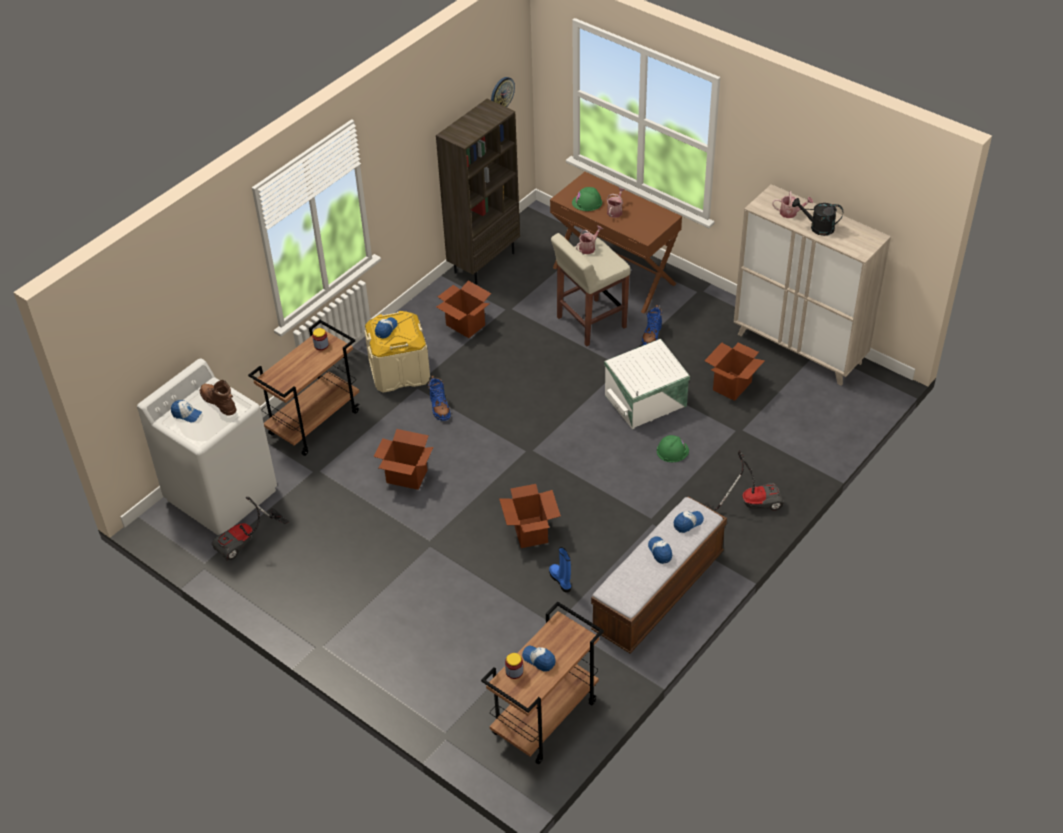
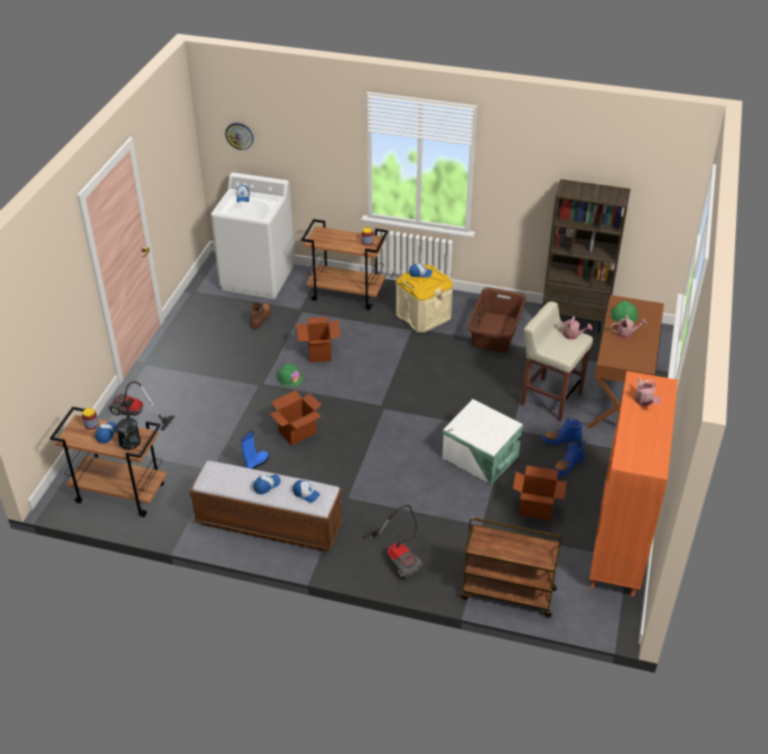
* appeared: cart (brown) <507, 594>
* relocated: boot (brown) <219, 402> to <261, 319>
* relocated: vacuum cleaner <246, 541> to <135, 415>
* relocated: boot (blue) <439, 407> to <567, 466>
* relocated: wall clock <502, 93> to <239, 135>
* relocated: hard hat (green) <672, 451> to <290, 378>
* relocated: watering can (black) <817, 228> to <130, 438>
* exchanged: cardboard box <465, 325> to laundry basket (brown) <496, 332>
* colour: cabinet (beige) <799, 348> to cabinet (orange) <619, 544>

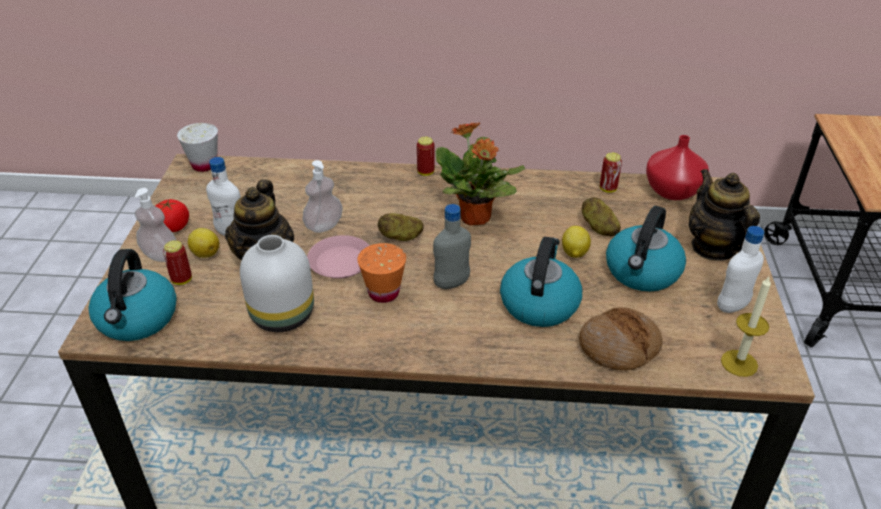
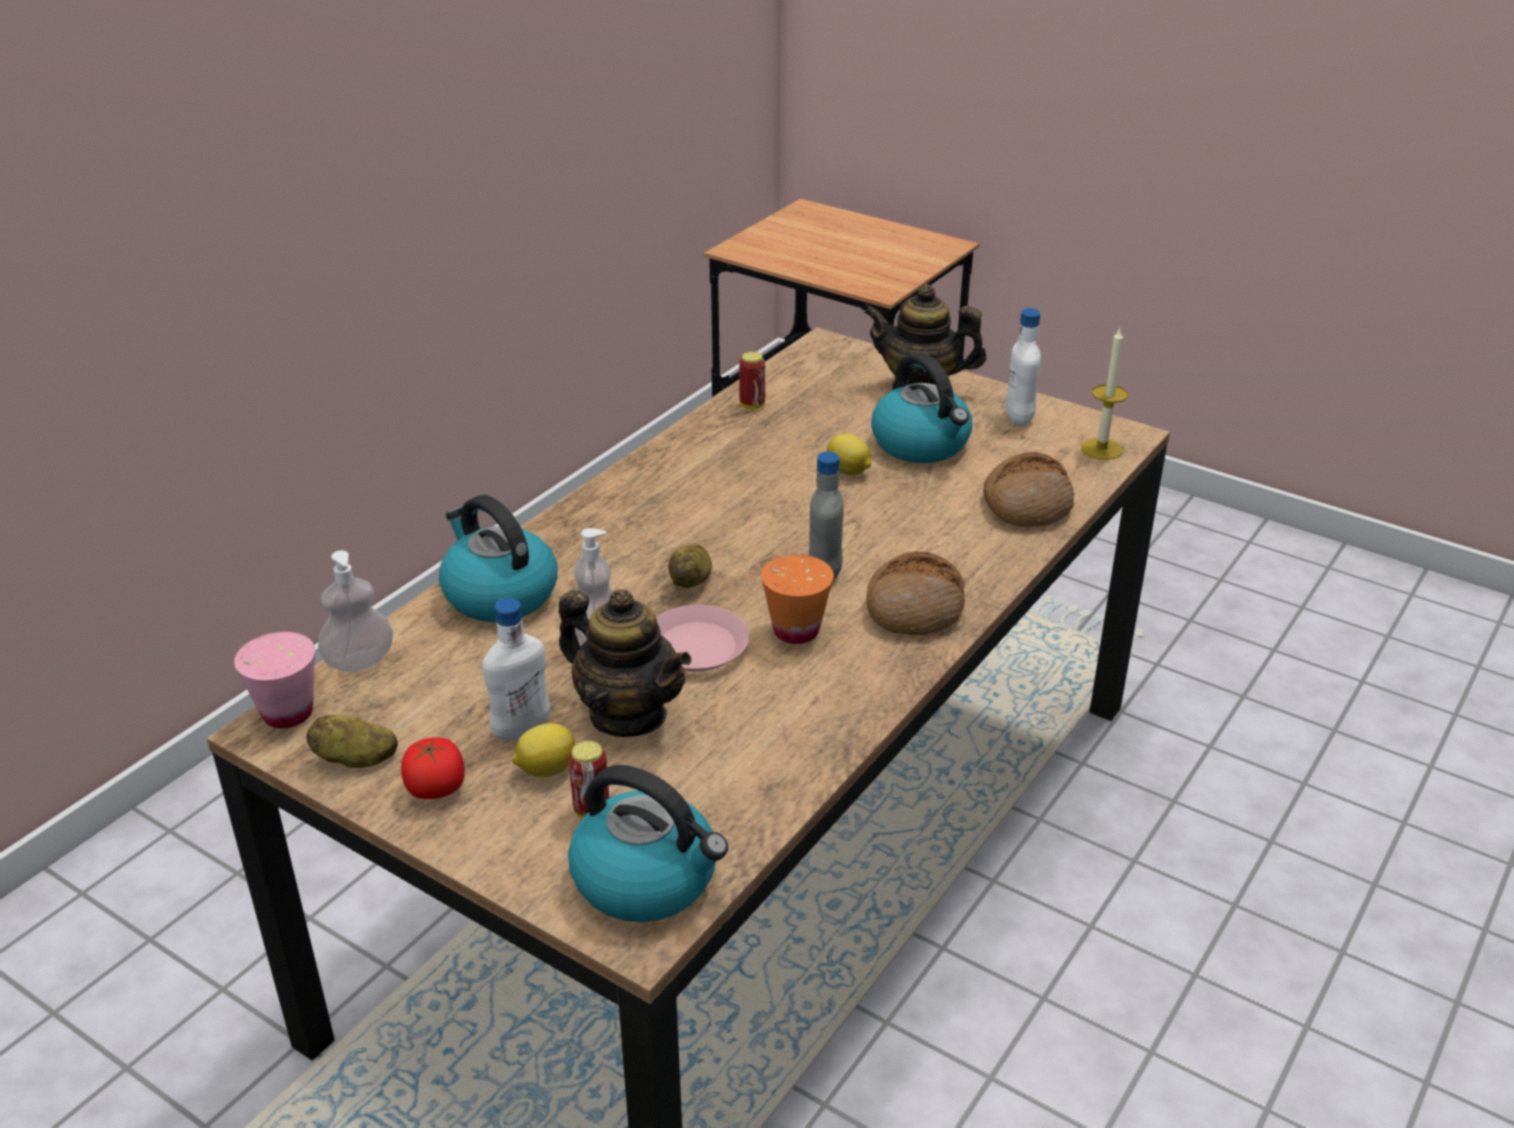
* missing: vase (white) <281, 316>
* missing: can <425, 172>
* missing: potted plant <475, 218>
* missing: vase (red) <671, 191>
* appeared: bread <914, 608>
* relocated: soap dispenser <160, 255> to <359, 661>
* relocated: kettle <539, 303> to <498, 594>
* relocated: potato <598, 227> to <355, 759>
* colour: cup (white) <204, 165> to cup (pink) <288, 713>

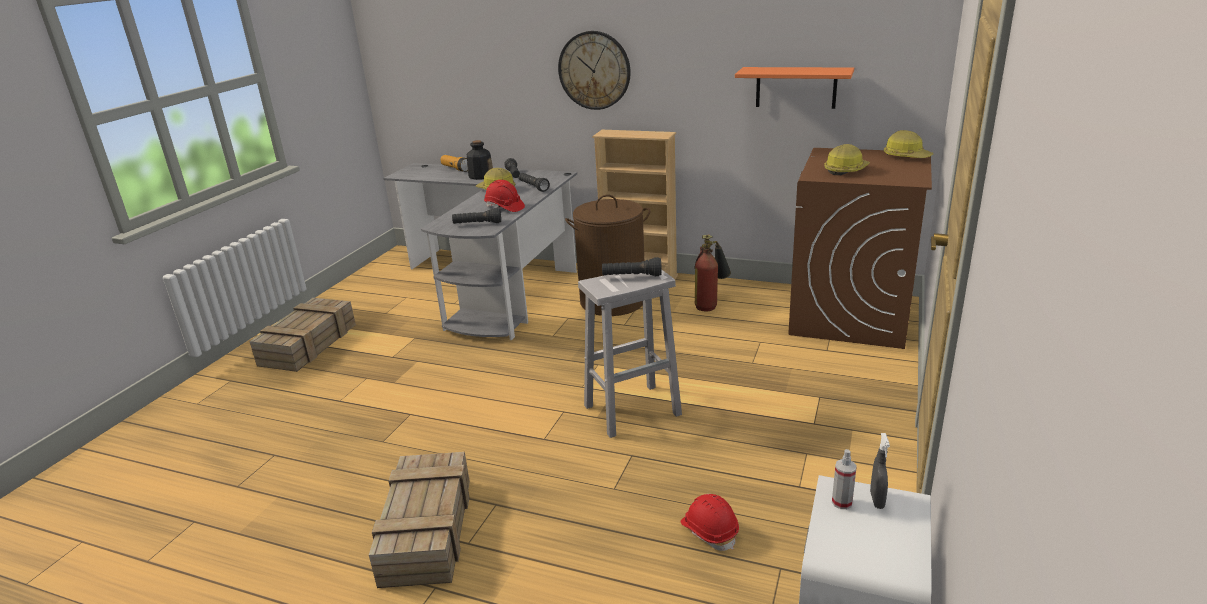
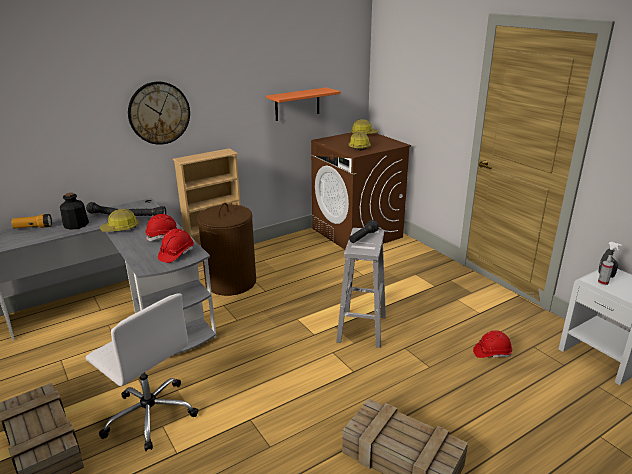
* missing: fire extinguisher <711, 304>
* appeared: office chair (white) <150, 414>
* exchanged: flashlight (black) <477, 224> to hard hat (red) <176, 254>

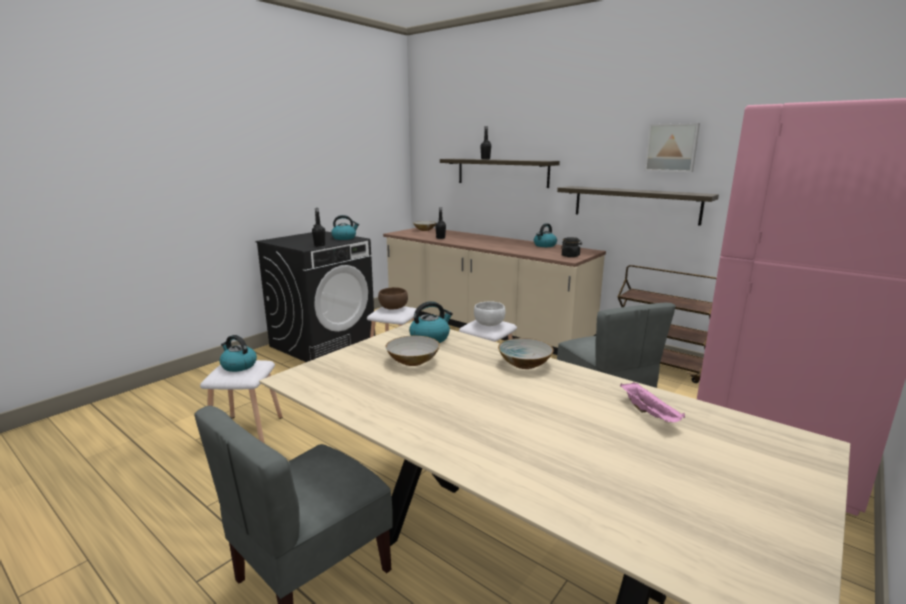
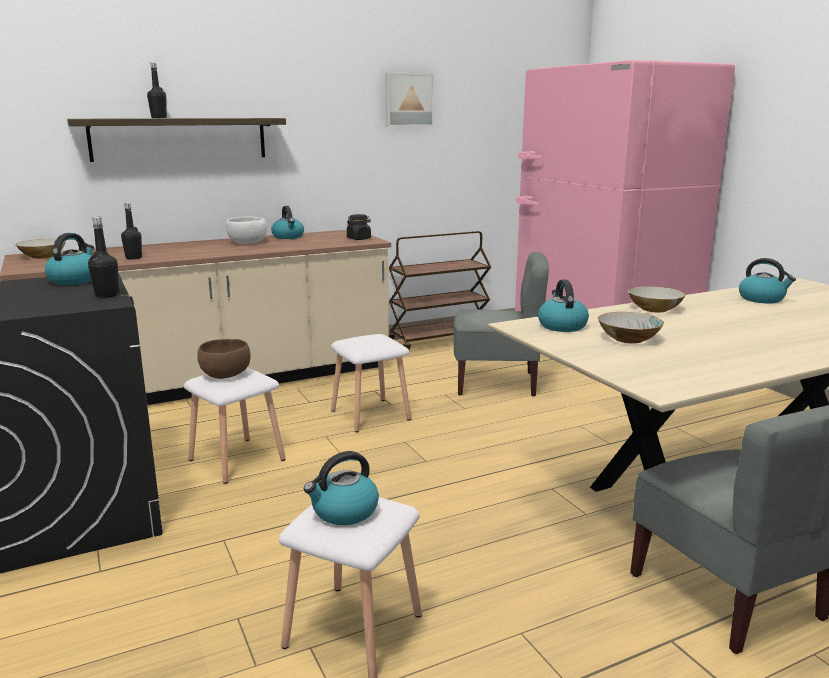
* missing: shelf <635, 204>
* relocated: bowl (white) <489, 324> to <248, 243>
* exchanged: tray (pink) <650, 414> to kettle <762, 299>

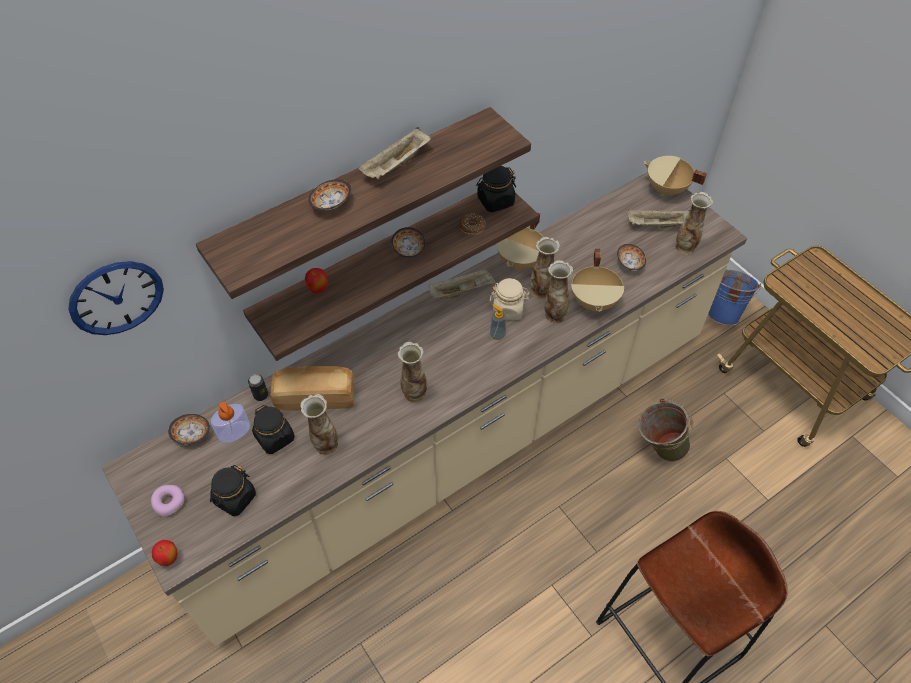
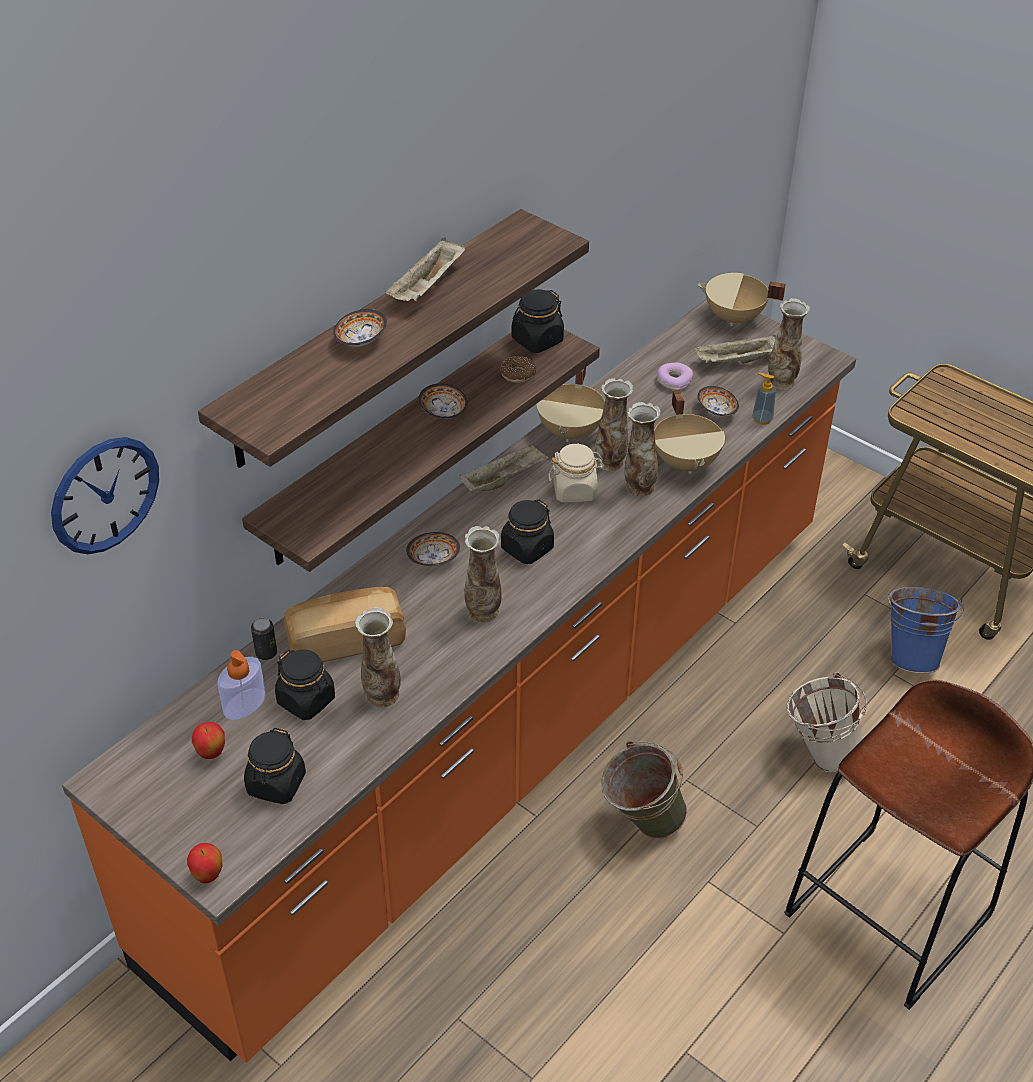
* appeared: jar (black) <527, 548>
* appeared: bucket (beige) <819, 752>
* relocated: donut <169, 502> to <674, 381>
* relocated: bowl <191, 434> to <433, 559>
* relocated: apple <318, 290> to <211, 753>
* relocated: soap dispenser <497, 334> to <762, 419>
* relocated: bucket (green) <658, 447> to <640, 822>
* relocated: bucket (blue) <724, 312> to <912, 654>
* colour: counter (beige) <456, 444> to counter (orange) <514, 730>

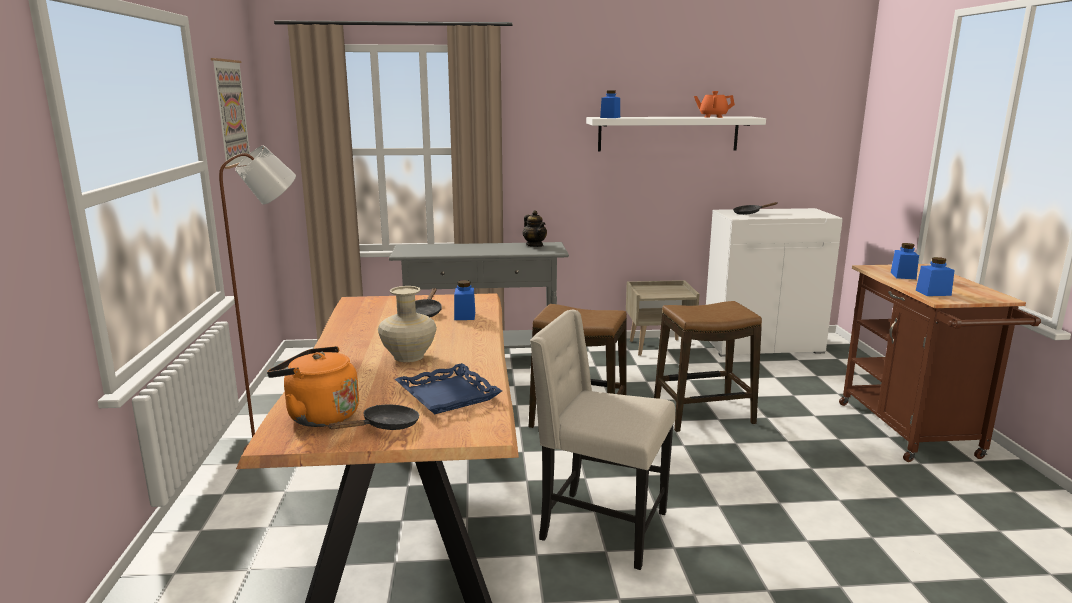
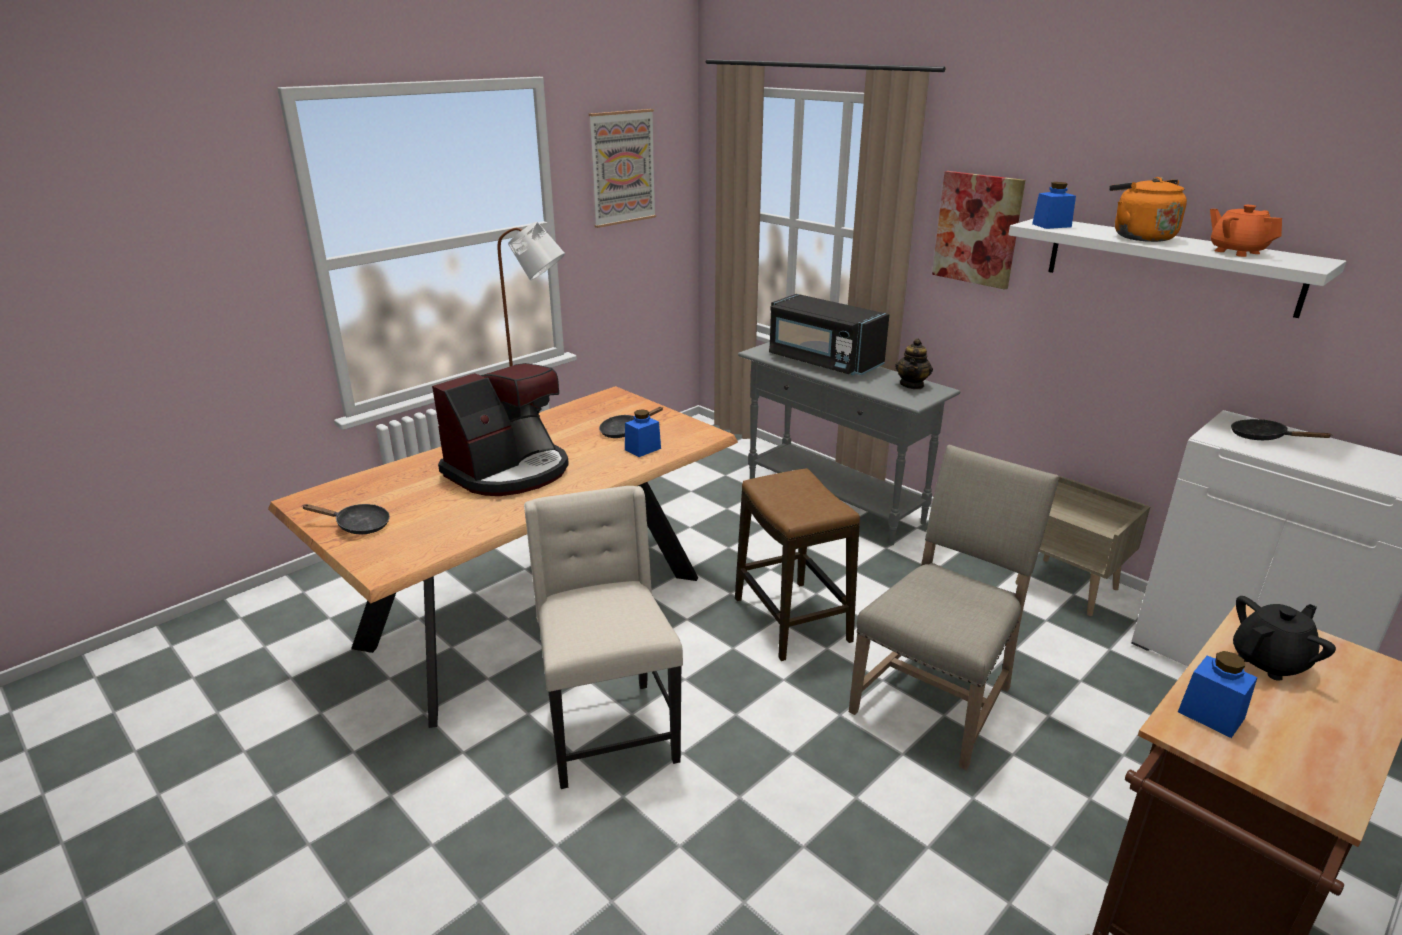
* missing: tray (blue) <447, 395>
* appeared: microwave (black) <823, 361>
* appeared: picture <977, 229>
* relocated: kettle (orange) <319, 416> to <1139, 237>
* exchanged: vase (beige) <408, 356> to coffee machine <509, 471>
* exchanged: stool <703, 414> to chair (beige) <937, 698>
* exchanged: jar (blue) <903, 276> to teapot (black) <1269, 662>

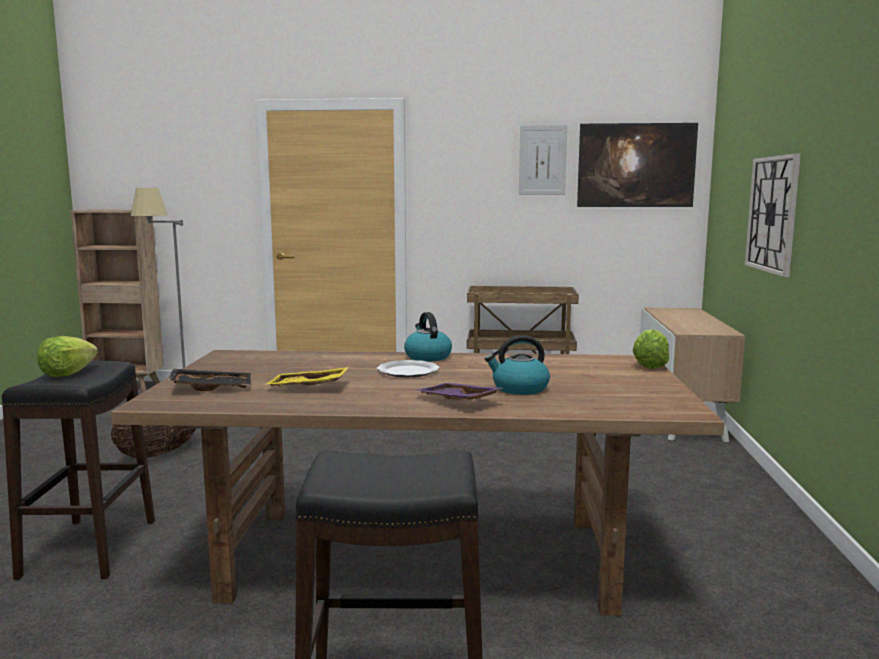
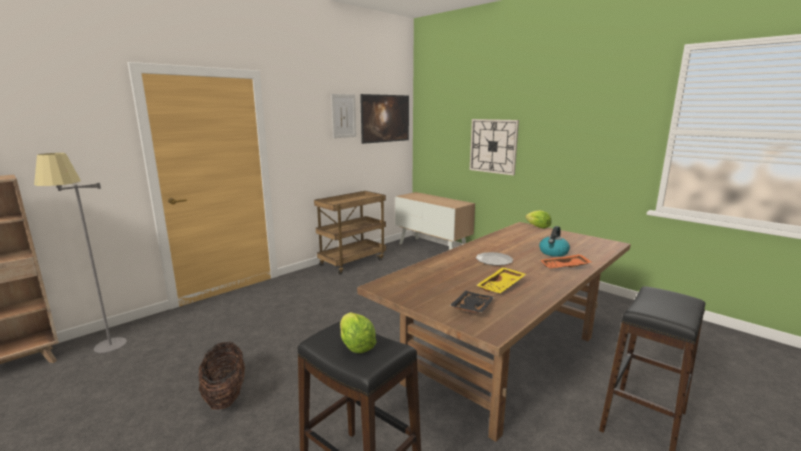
* missing: kettle <427, 357>
* colour: tray (purple) <456, 401> to tray (orange) <565, 267>

